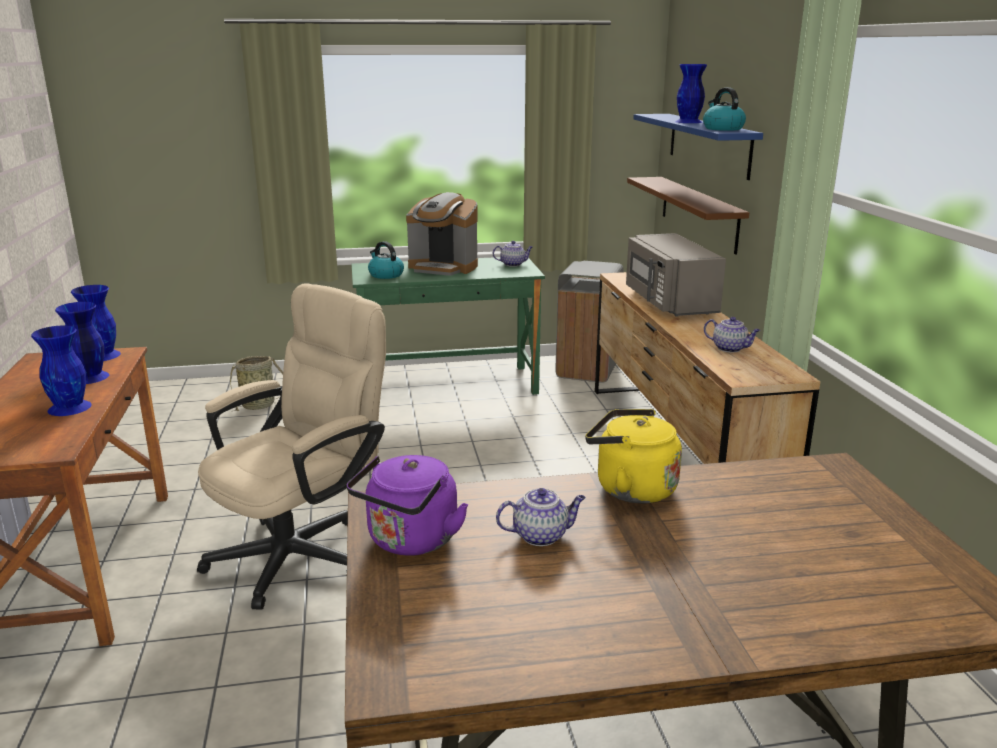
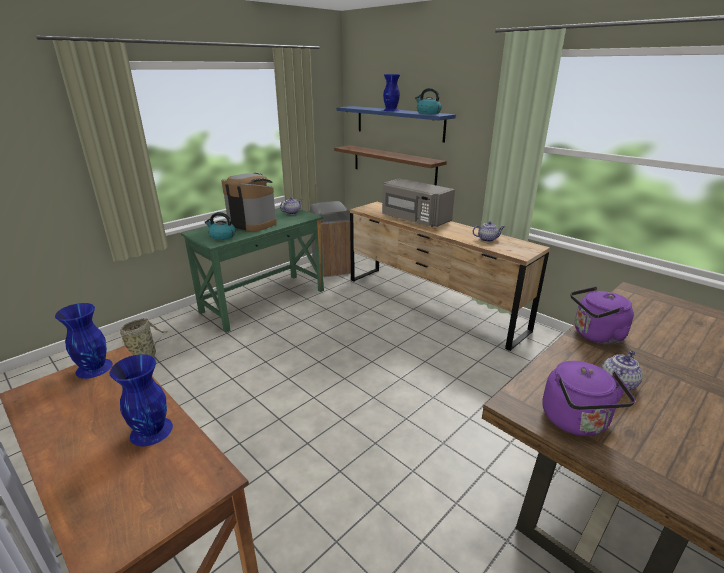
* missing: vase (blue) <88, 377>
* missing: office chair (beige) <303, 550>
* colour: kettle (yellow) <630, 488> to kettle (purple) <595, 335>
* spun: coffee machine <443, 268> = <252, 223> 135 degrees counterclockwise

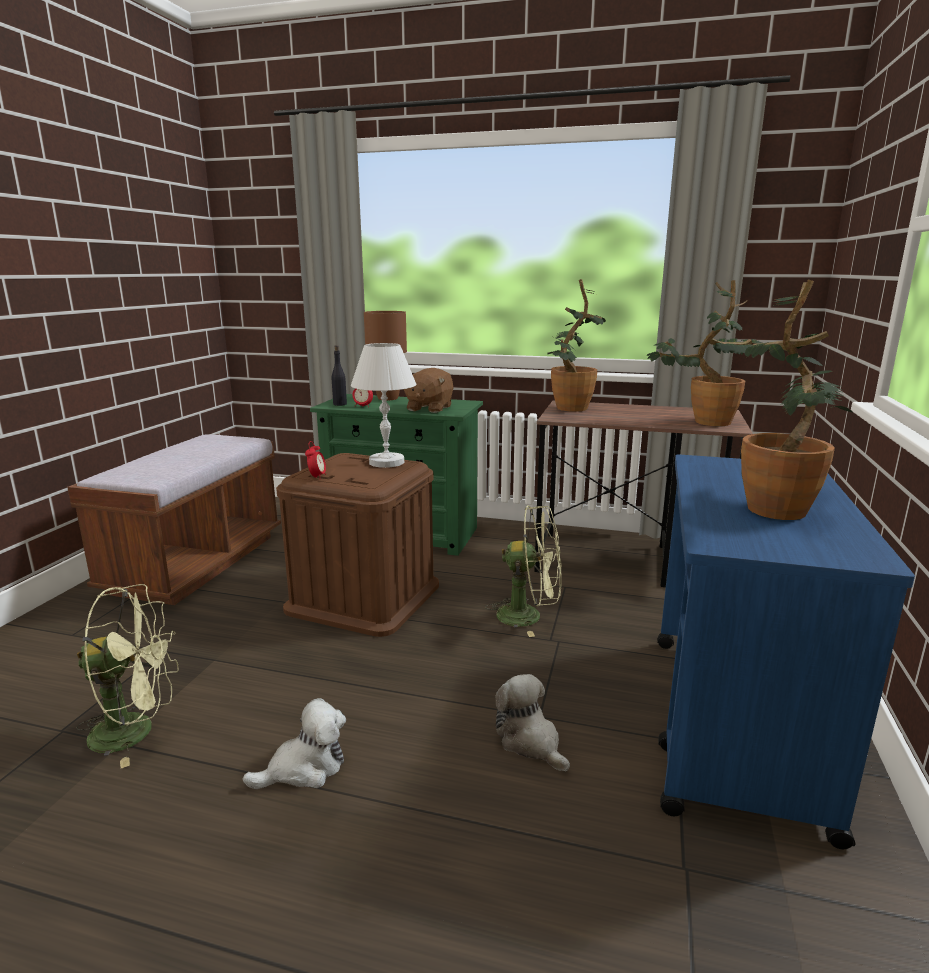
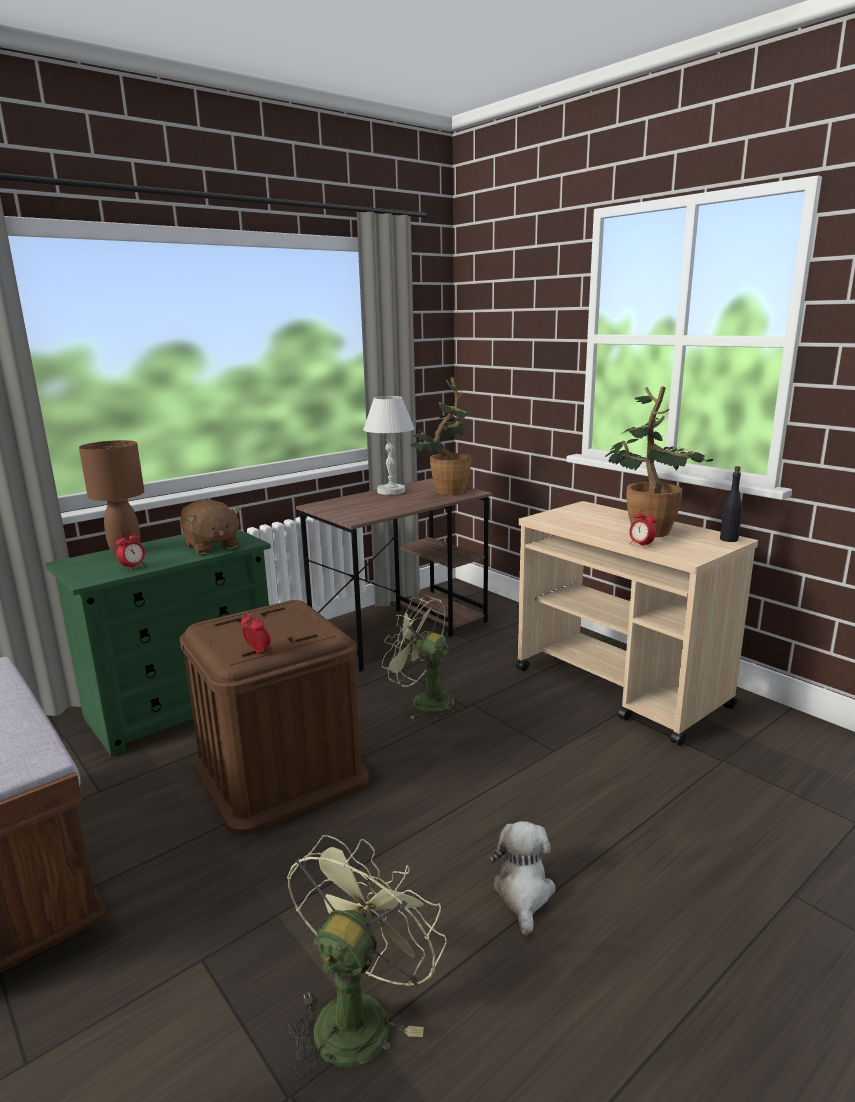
* missing: plush toy <530, 742>
* missing: potted plant <567, 409>
* appeared: alarm clock <641, 545>
* relocated: bottle (black) <339, 404> to <728, 539>
* relocated: table lamp (white) <386, 462> to <390, 491>
* colour: cart (blue) <732, 726> to cart (beige) <621, 688>
* spun: fan (green) <529, 616> = <423, 701> 105 degrees counterclockwise

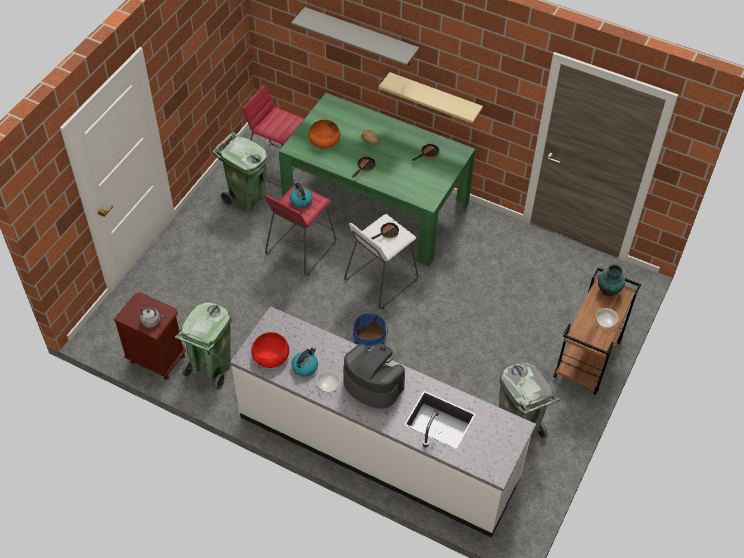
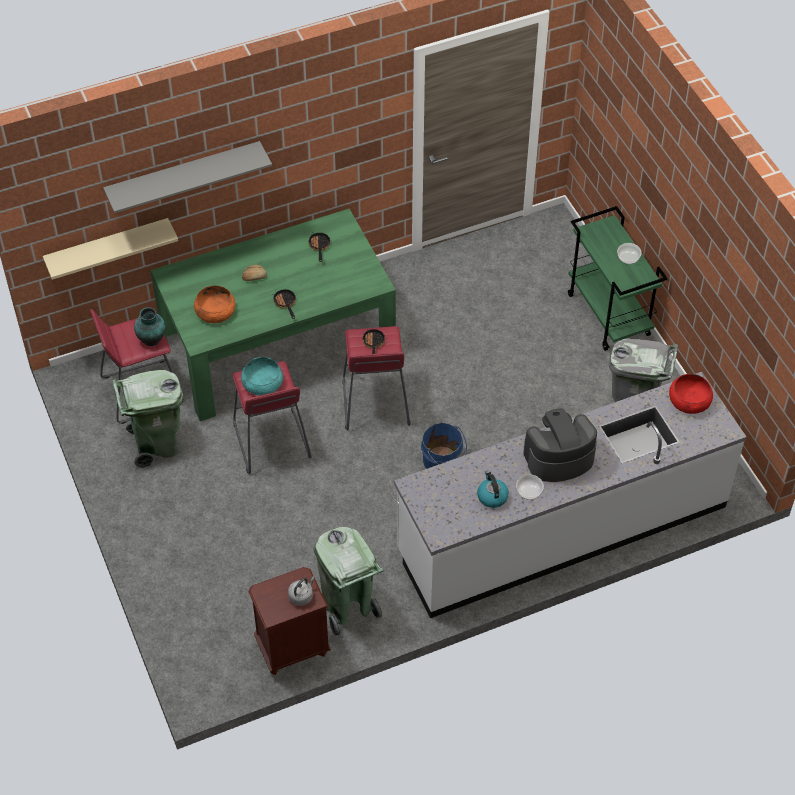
* relocated: bowl (red) <270, 355> to <689, 401>
* relocated: shelf (beige) <435, 98> to <108, 247>
* relocated: vase <608, 291> to <152, 339>
* exchanged: kettle <300, 200> to bowl (turquoise) <262, 383>
* colour: stool (white) <381, 280> to stool (red) <375, 403>
* colour: cart (brown) <587, 360> to cart (green) <609, 315>

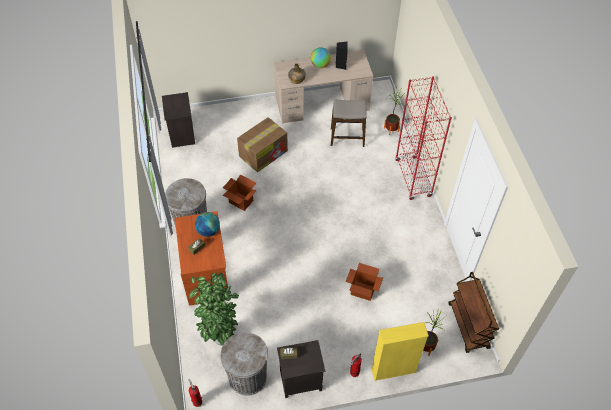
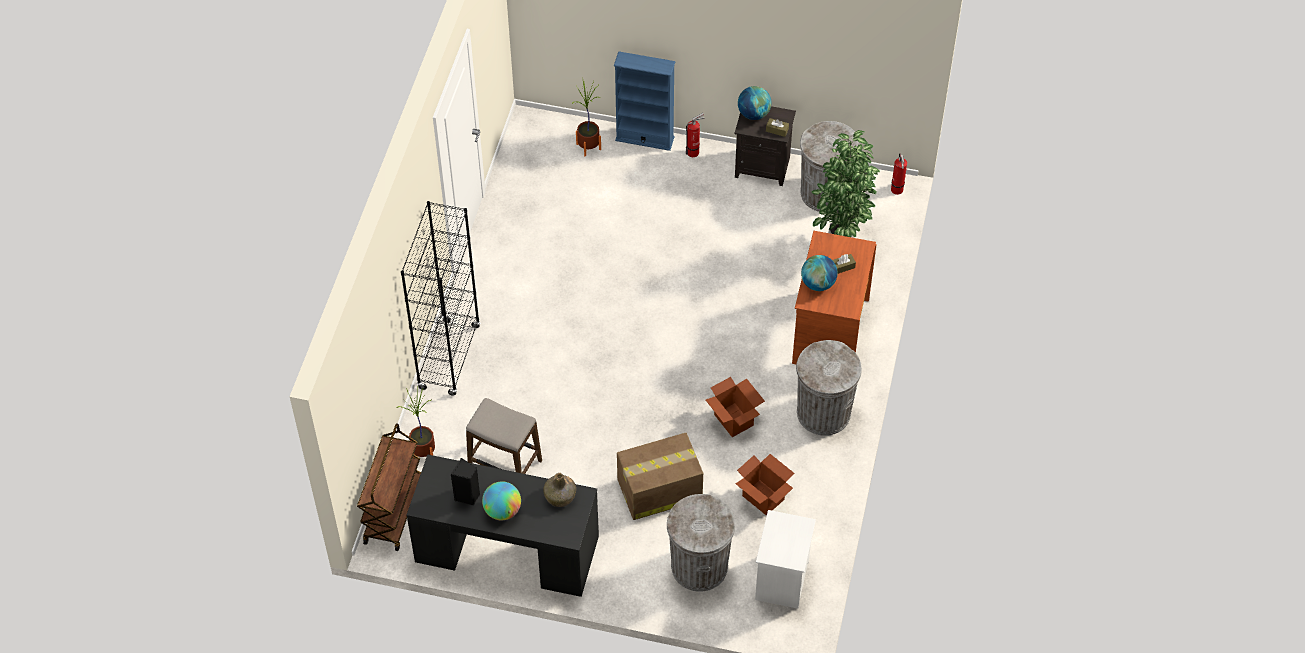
* appeared: trash can (grey) <699, 566>
* appeared: globe <753, 114>
* relocated: cardboard box <362, 290> to <763, 498>
* relocated: cart (brown) <468, 326> to <393, 510>
* colour: nightstand (black) <181, 134> to nightstand (white) <783, 581>
* colour: desk (beige) <322, 104> to desk (black) <506, 548>
* colour: bookcase (yellow) <393, 370> to bookcase (blue) <645, 138>
* colour: bookcase (red) <413, 178> to bookcase (black) <449, 357>

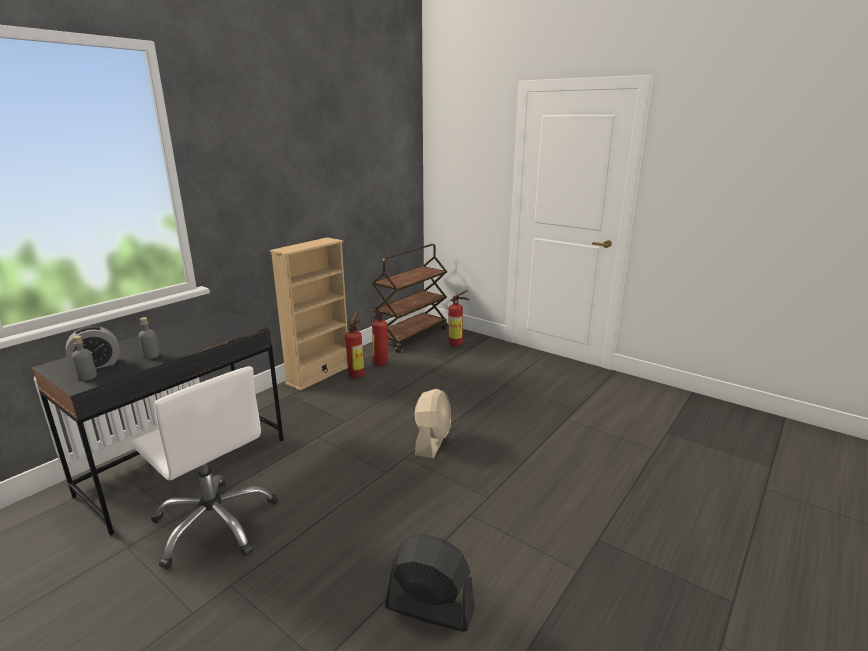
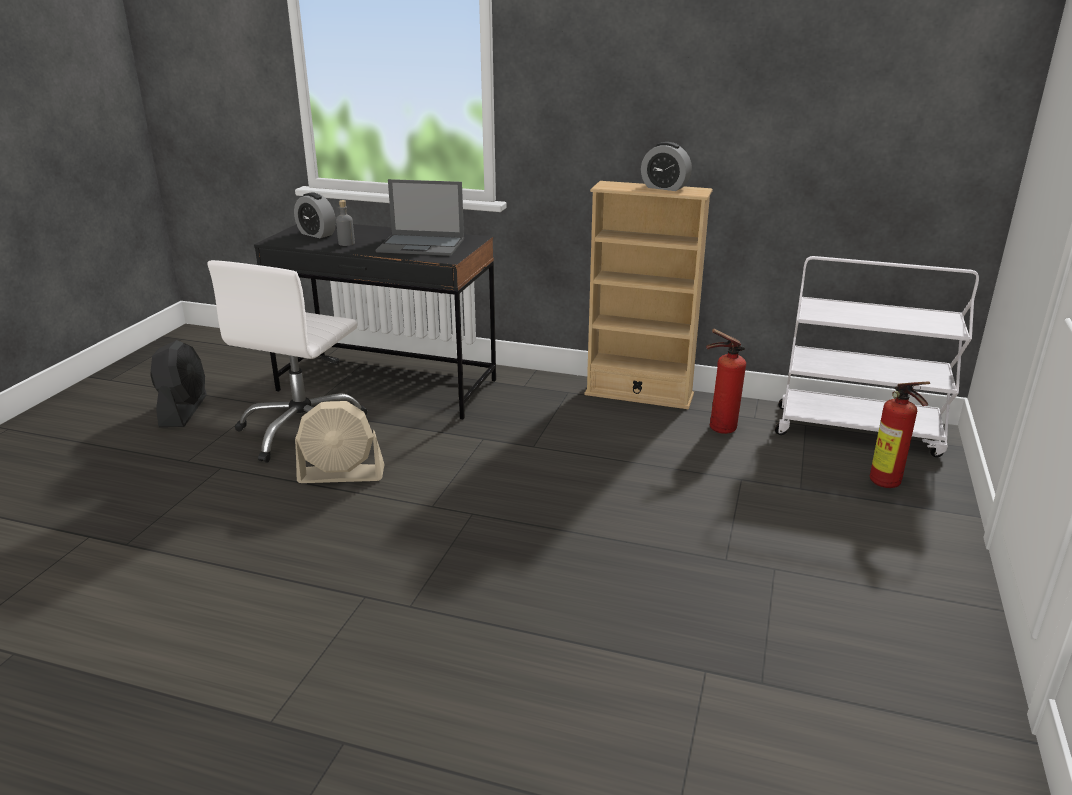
* missing: bottle (grey) <87, 377>
* missing: fire extinguisher <358, 374>
* appeared: laptop <422, 245>
* appeared: alarm clock <664, 187>
* relocated: fan (black) <429, 608> to <184, 410>
* relocated: fan (beige) <432, 441> to <341, 475>
* colour: cart (brown) <411, 336> to cart (white) <858, 431>

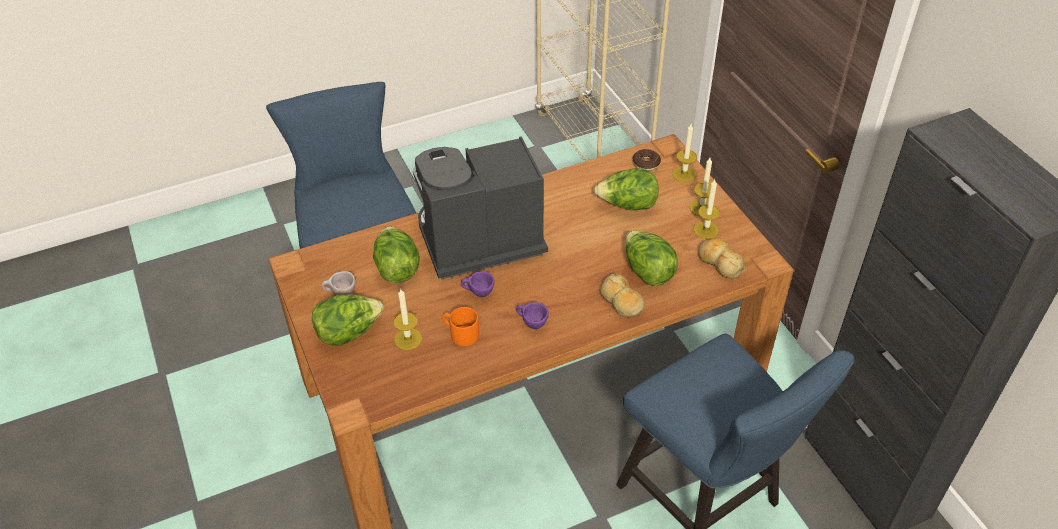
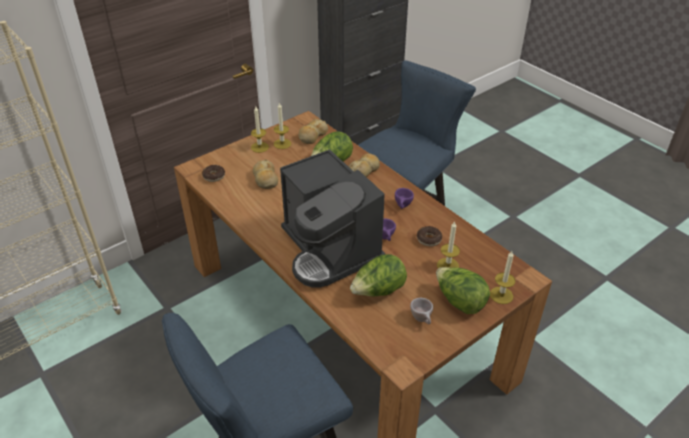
* relocated: candle <684, 174> to <501, 295>
* exchanged: mug (orange) <460, 334> to donut <429, 239>
* exchanged: lettuce <627, 205> to bread <265, 179>

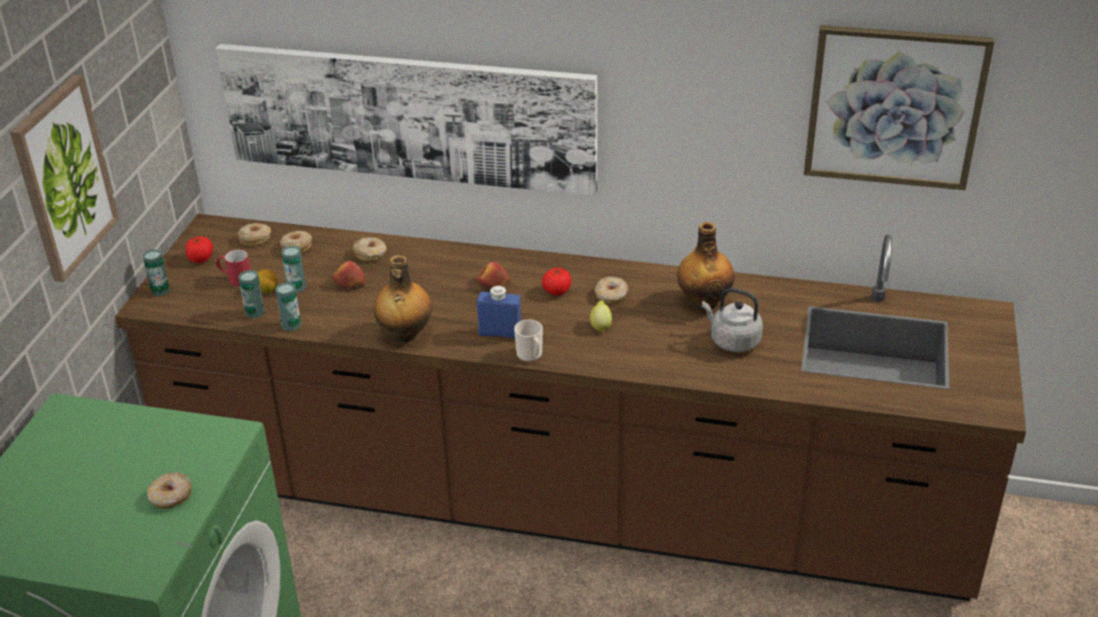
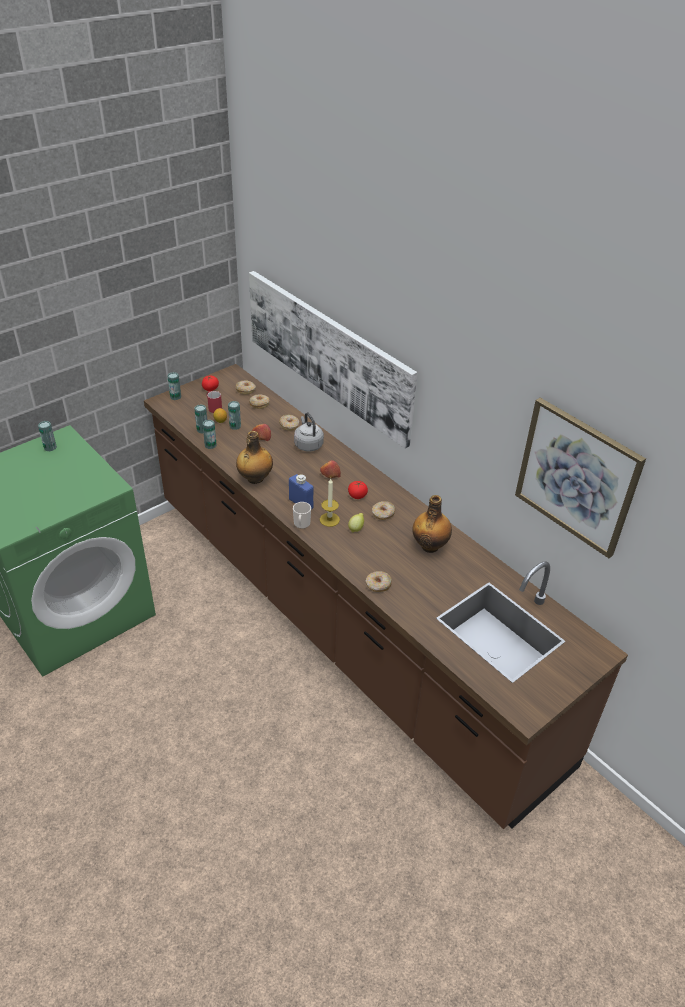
* missing: picture <63, 178>
* appeared: can <50, 447>
* appeared: candle <329, 519>
* relocated: donut <171, 497> to <378, 585>
* relocated: kettle (grey) <732, 341> to <308, 444>

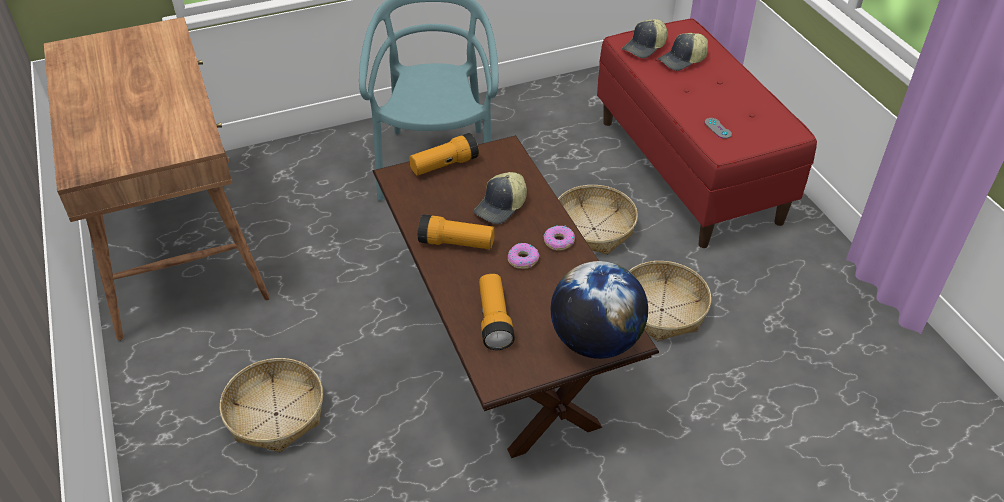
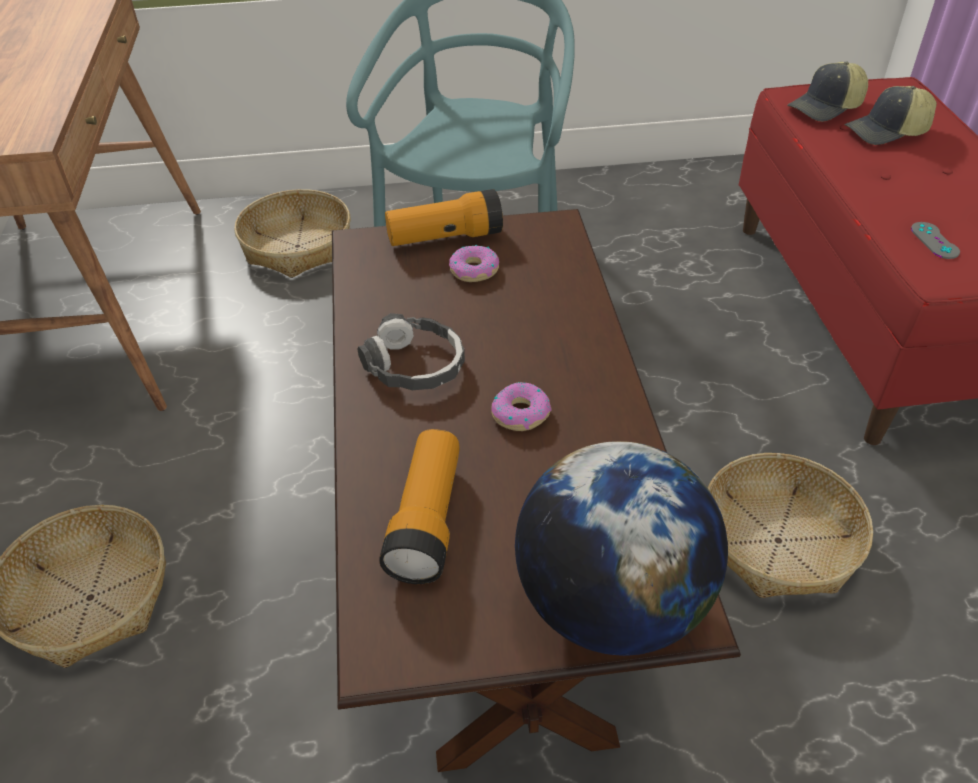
* missing: cap <501, 207>
* relocated: donut <559, 241> to <474, 270>
* relocated: basket <593, 229> to <297, 246>
* exchanged: flashlight <456, 243> to headphones <414, 365>

